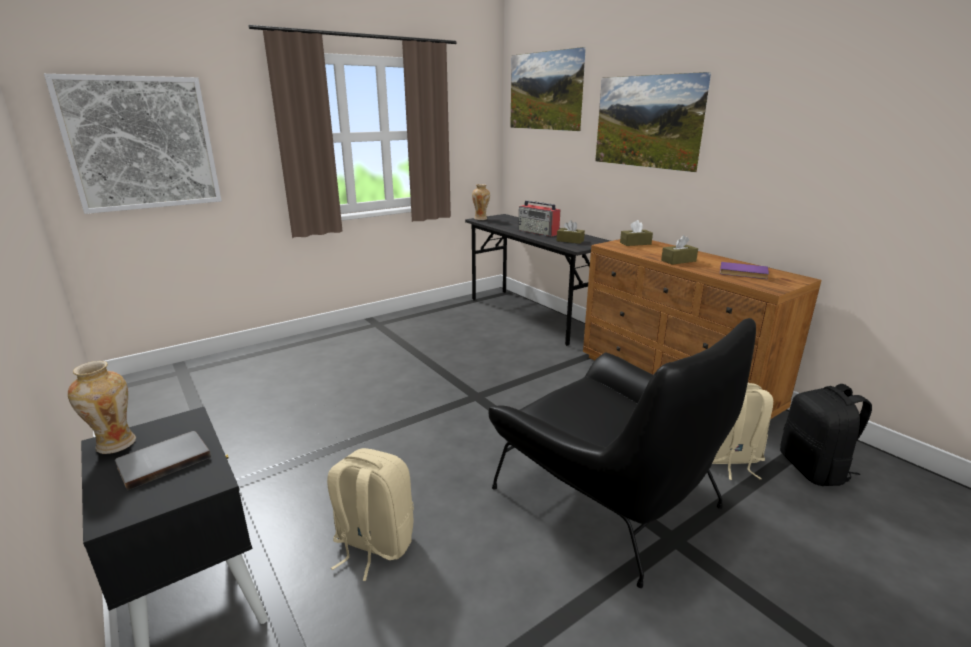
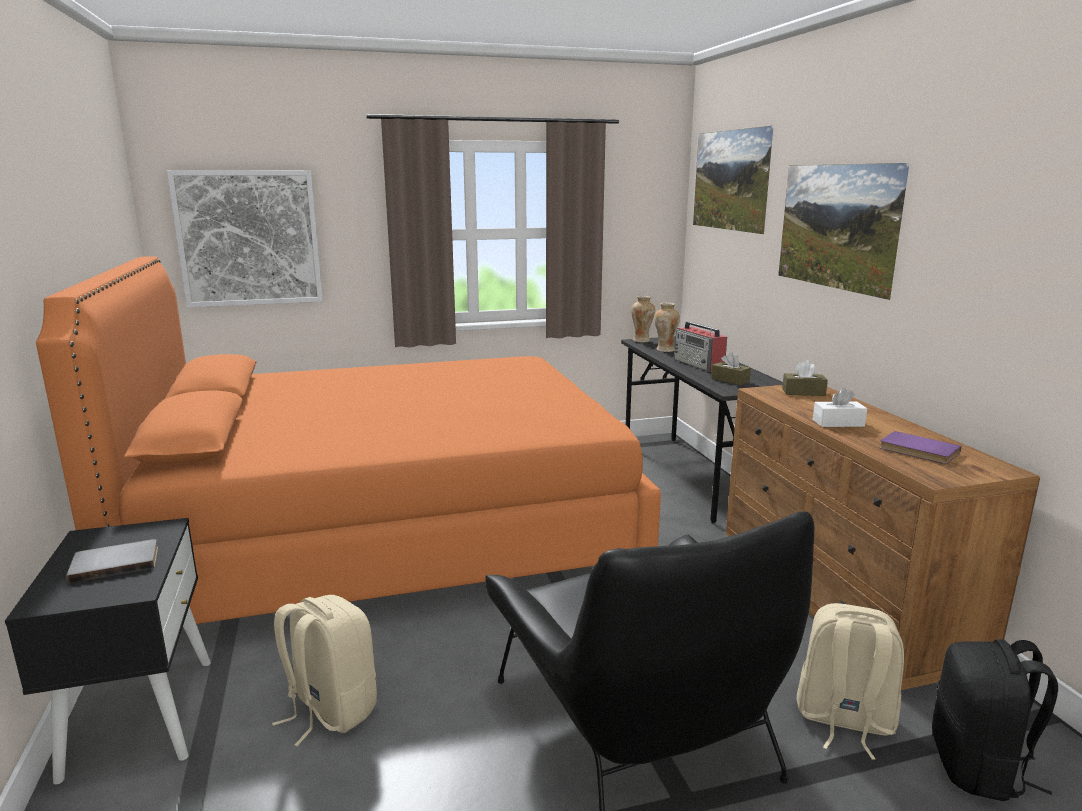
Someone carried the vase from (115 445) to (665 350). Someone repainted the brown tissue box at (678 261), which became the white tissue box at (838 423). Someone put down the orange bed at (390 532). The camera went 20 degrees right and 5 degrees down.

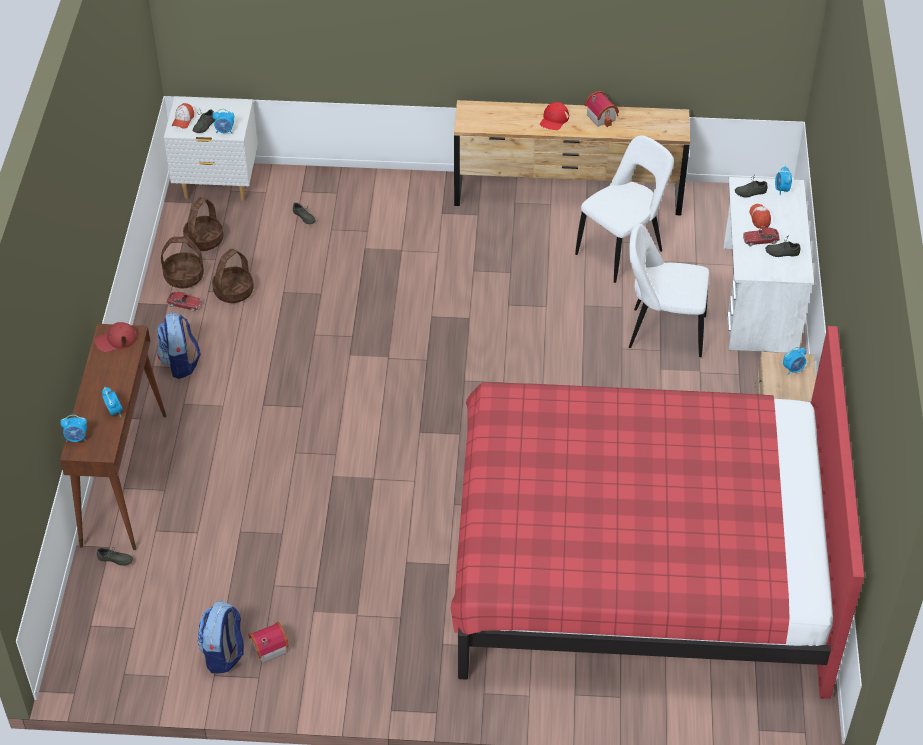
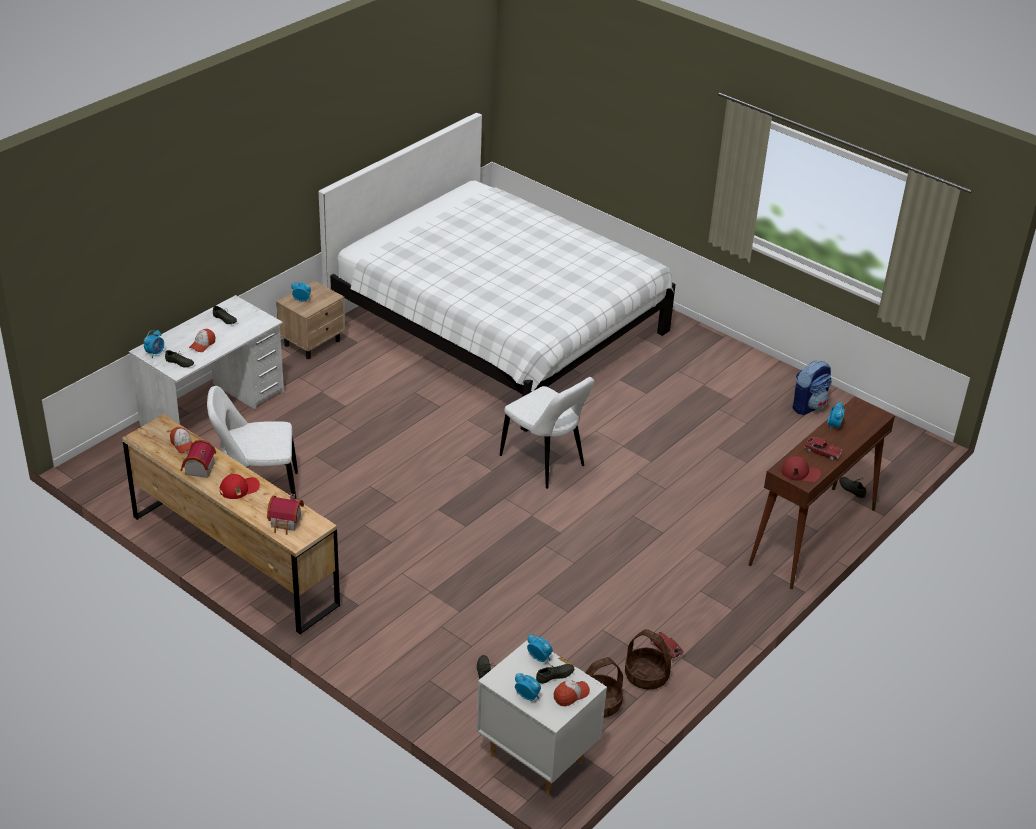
Someone carried the alarm clock from (77 438) to (527 696). Someone took away the backpack at (180 363). Someone took away the basket at (233 291). Someone carried the toy house from (267 647) to (286 522). Someone repainted the red bed at (640 560), which became the white bed at (498 326). Someone carried the white chair from (662 332) to (545 463). Someone carried the toy car from (760 240) to (822 452). Someone put down the cap at (182 444). The camera went 145 degrees left and 10 degrees down.

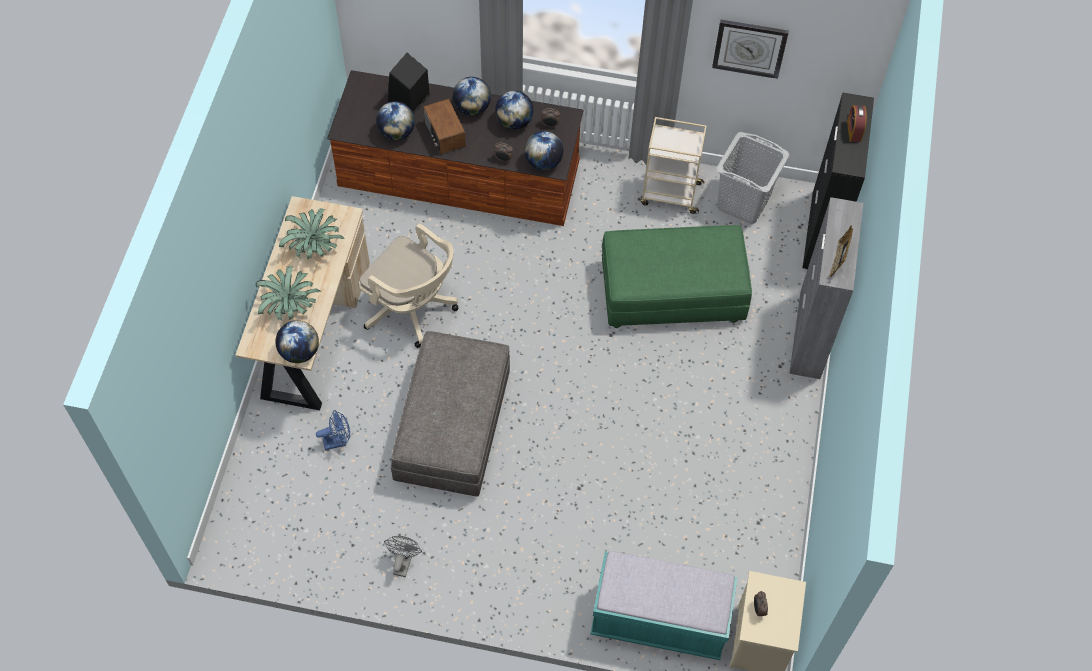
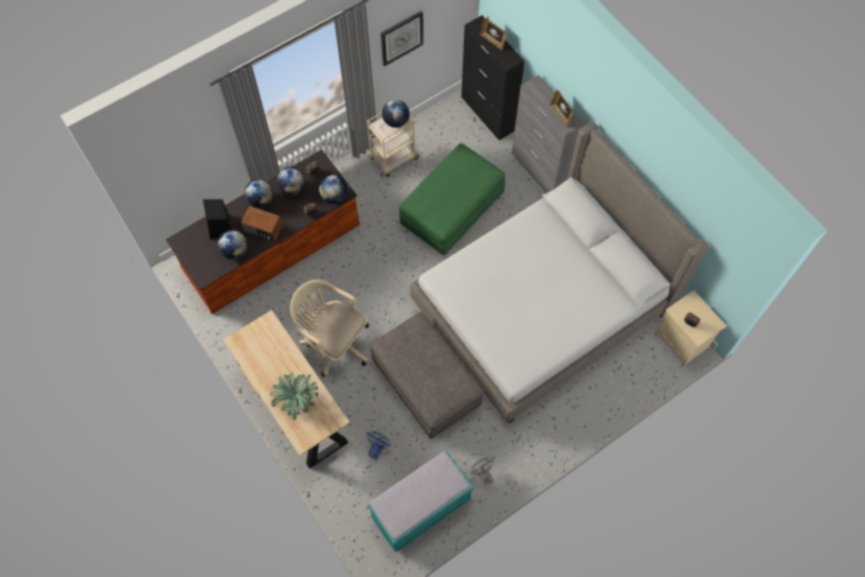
Someone carried the globe from (299 352) to (396 121). Someone took away the potted plant at (314 246). Someone rotated the beige office chair at (413 309) by 135 degrees counterclockwise. Someone carried the turquoise bench from (659 621) to (421 508). Someone took away the grey laundry basket at (742 203). Someone swapped the alarm clock at (854 131) for the picture frame at (492 40). Someone put down the bed at (541 305). The camera went 45 degrees left and 5 degrees up.

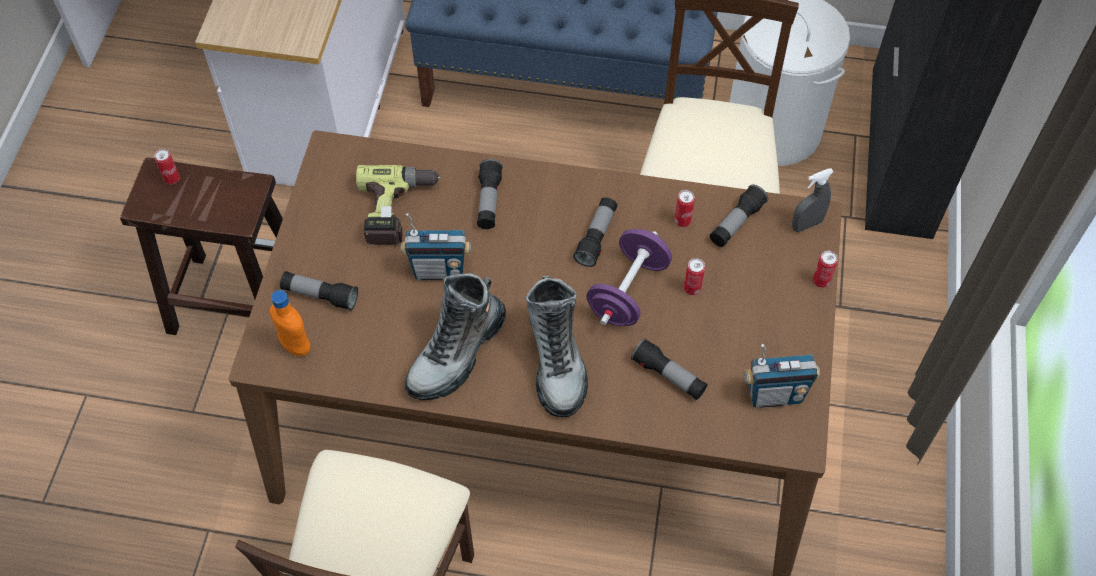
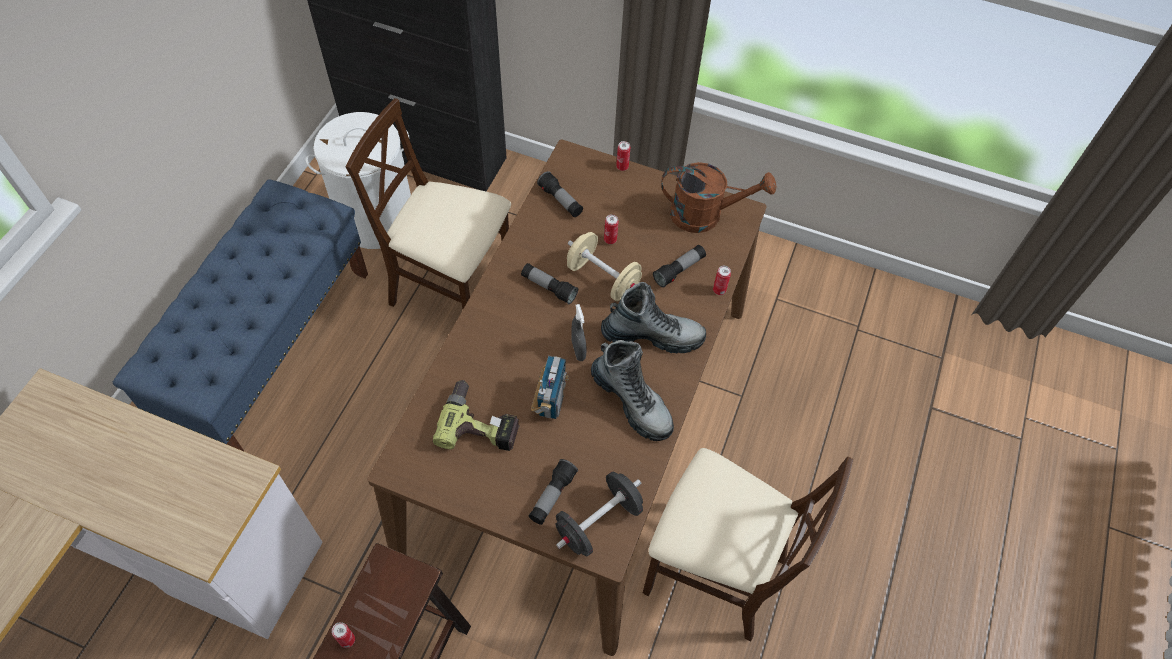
Someone swapped the orange bottle at (295 346) for the black dumbbell at (598 522). Someone took away the flashlight at (488 201). Someone repainted the purple dumbbell at (628 292), which became the beige dumbbell at (603 278). Someone carried the can from (682 221) to (719 290). Someone swapped the radio at (774 395) for the brown watering can at (705 215). Someone carried the grey spray bottle from (806 224) to (578 350). The camera went 80 degrees left and 0 degrees up.

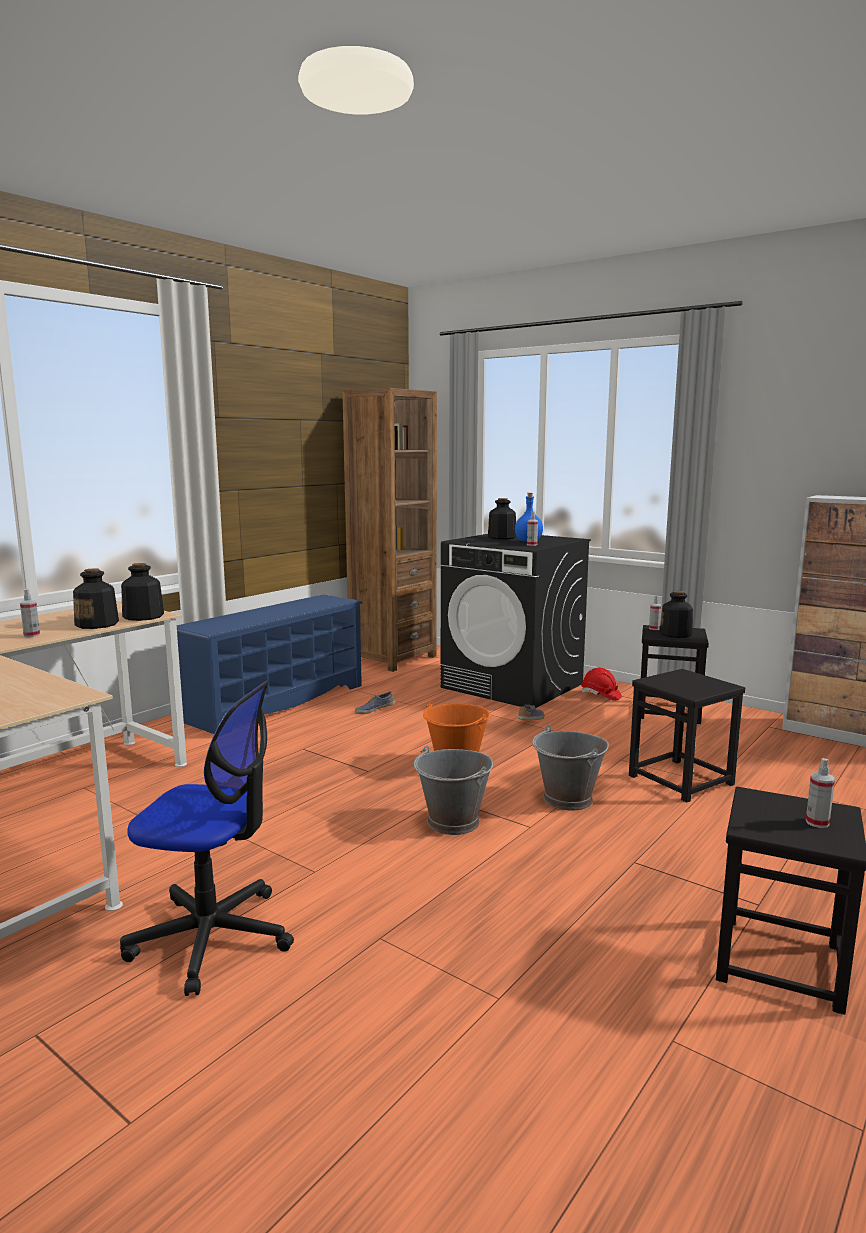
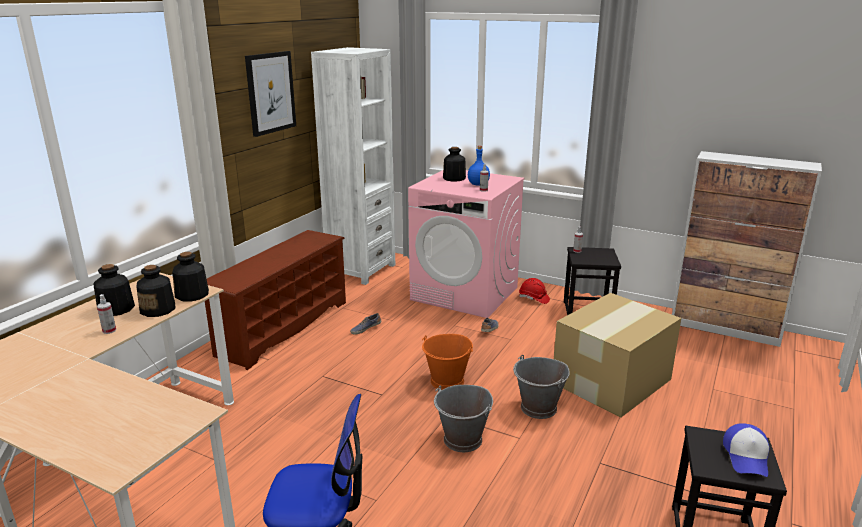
Someone repainted the blue shoe rack at (276 703), which became the brown shoe rack at (283 327). Someone repainted the brown bookcase at (393 659), which became the white bookcase at (361 270). Someone repainted the black washing machine at (513 686), which became the pink washing machine at (465 293). Someone swapped the black stool at (681 780) for the cardboard box at (613 380). Someone carried the bottle from (675 634) to (116 309). Someone swapped the spray bottle at (817 823) for the cap at (746 457). Someone put up the picture at (270 93). The camera went 10 degrees left and 10 degrees up.

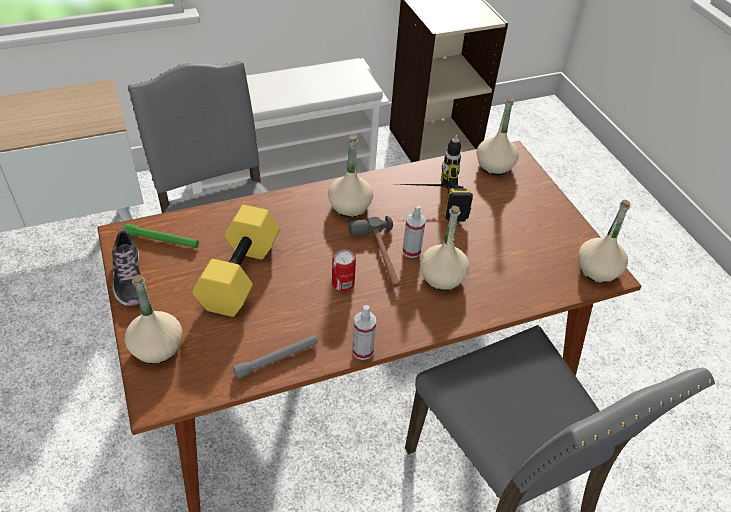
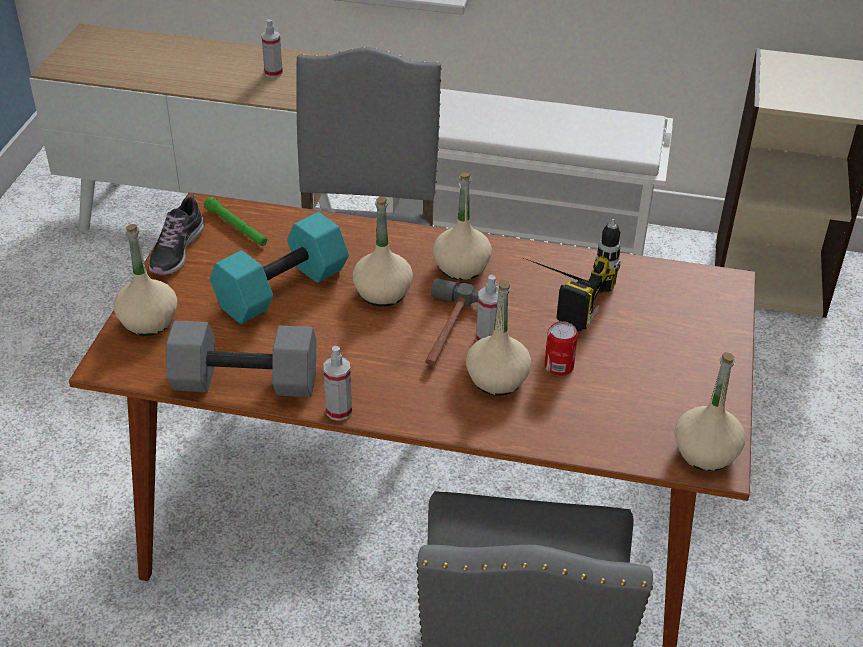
Someone repainted the yellow dumbbell at (241 276), which became the turquoise dumbbell at (282 290). Someone swapped the grey flashlight at (276 359) for the grey dumbbell at (247 380). Someone carried the can from (343 283) to (559 366). Someone carried the beige bottle from (494 166) to (382 293). Someone put down the spray bottle at (273 73). The camera went 35 degrees right and 5 degrees down.

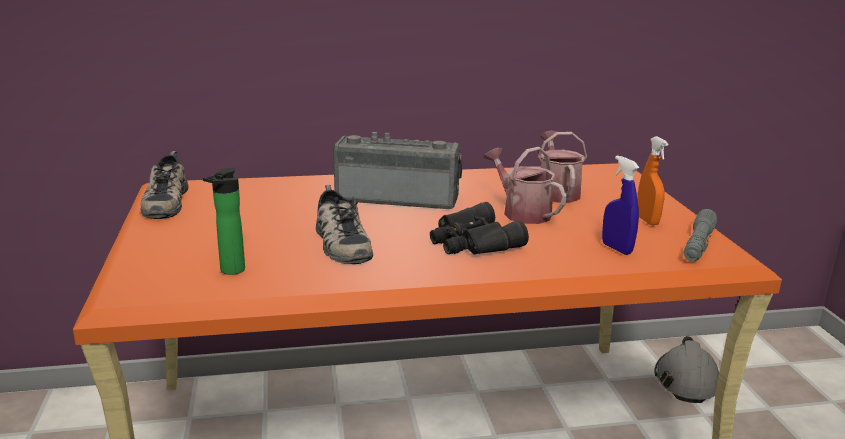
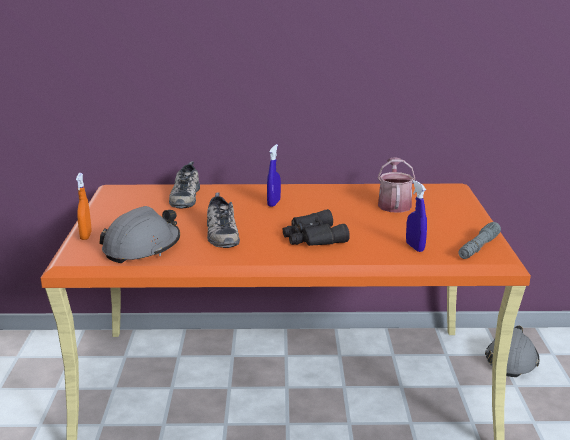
Someone carried the shoe from (164 201) to (184 196). Someone swapped the bottle at (229 271) for the grey hard hat at (142 248). Someone swapped the radio at (398 197) for the blue spray bottle at (273 203). Someone took away the watering can at (522 212). Someone carried the orange spray bottle from (647 220) to (86 236). The camera went 10 degrees right and 0 degrees up.

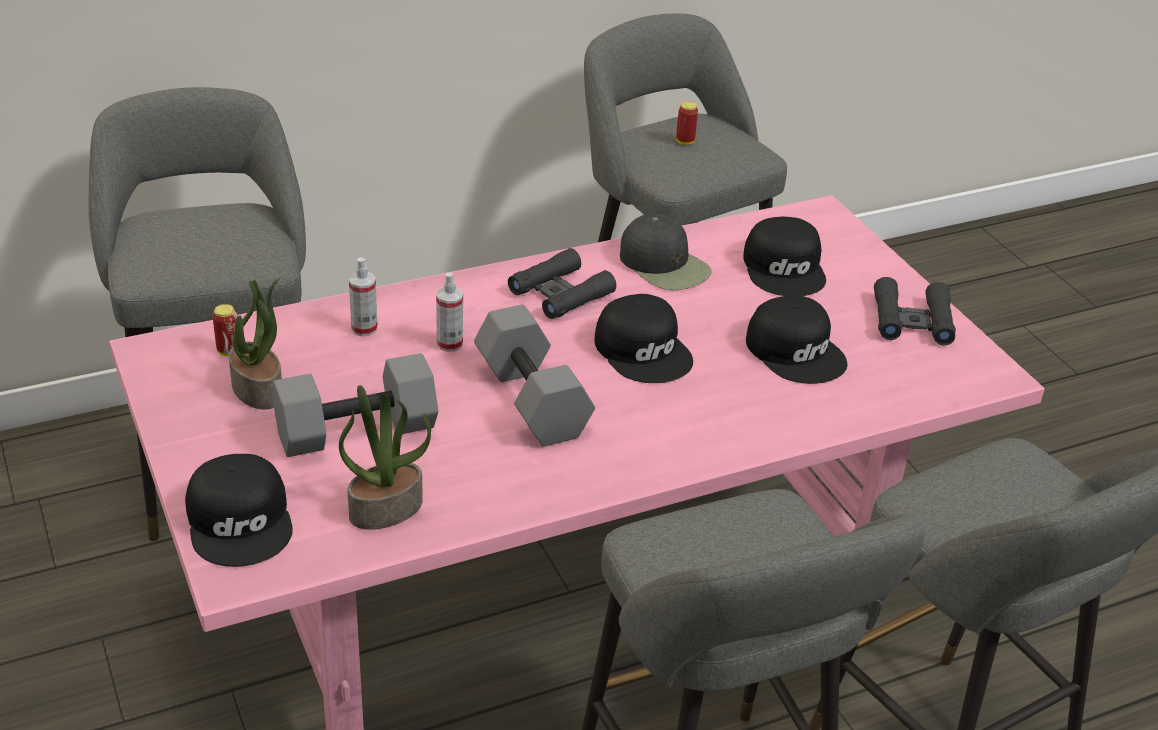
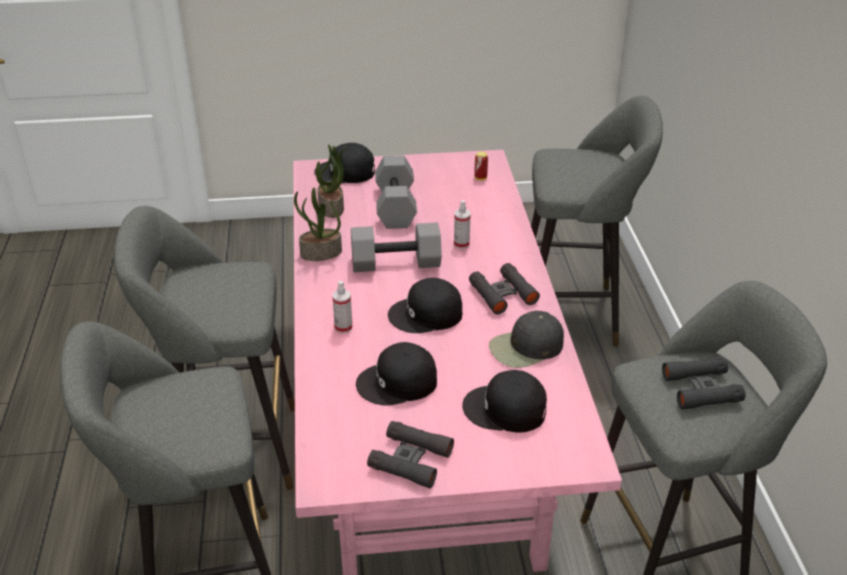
Someone carried the potted plant from (259 389) to (320 253). Someone carried the spray bottle from (364 329) to (343 327). Someone swapped the can at (685 142) for the black binoculars at (701 389). The camera went 110 degrees right and 0 degrees up.

